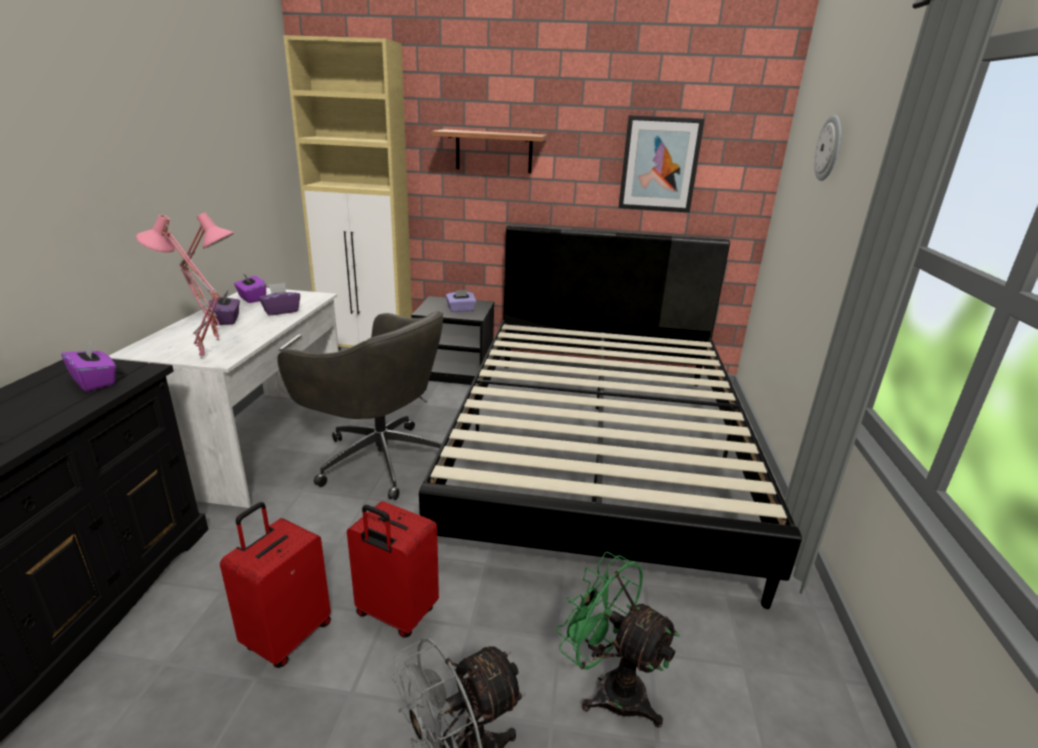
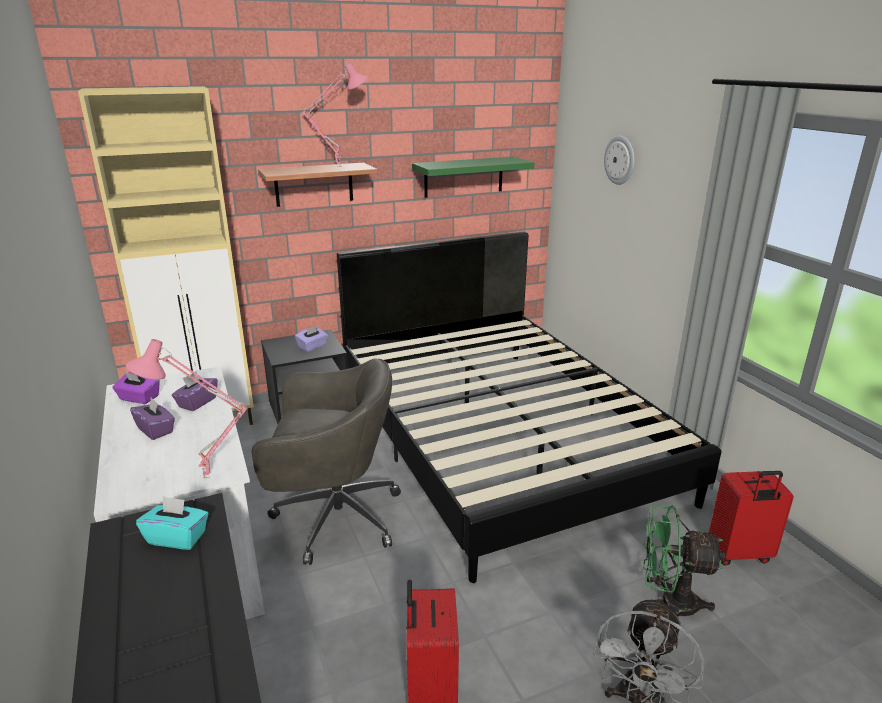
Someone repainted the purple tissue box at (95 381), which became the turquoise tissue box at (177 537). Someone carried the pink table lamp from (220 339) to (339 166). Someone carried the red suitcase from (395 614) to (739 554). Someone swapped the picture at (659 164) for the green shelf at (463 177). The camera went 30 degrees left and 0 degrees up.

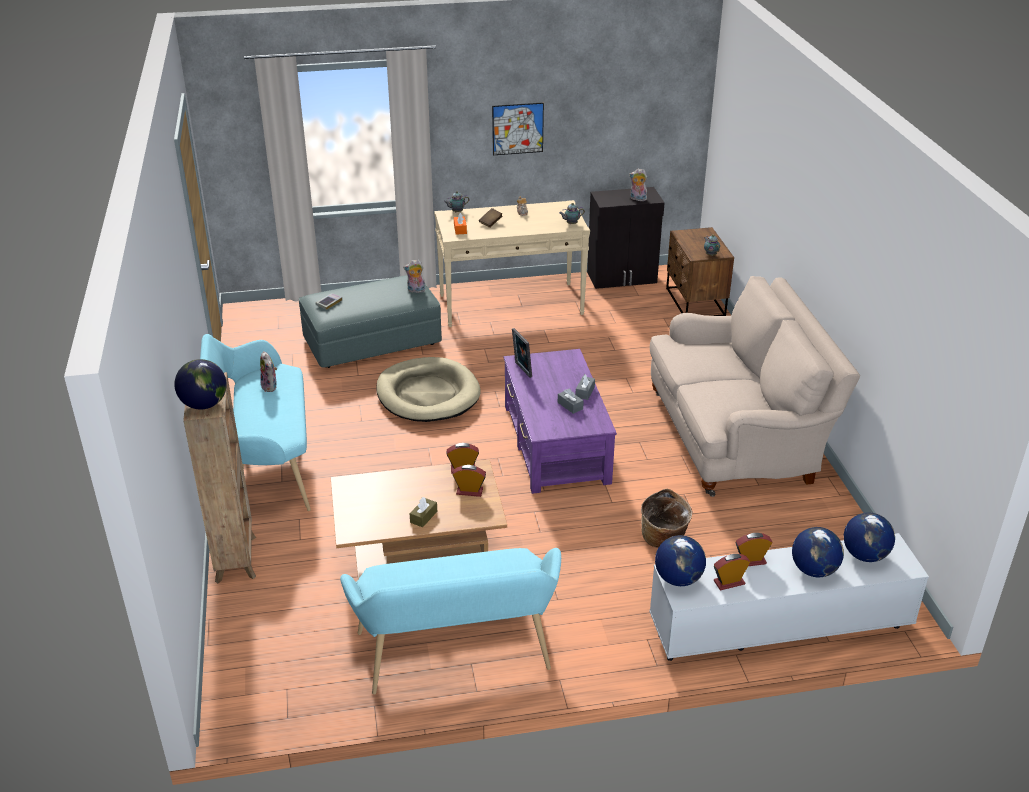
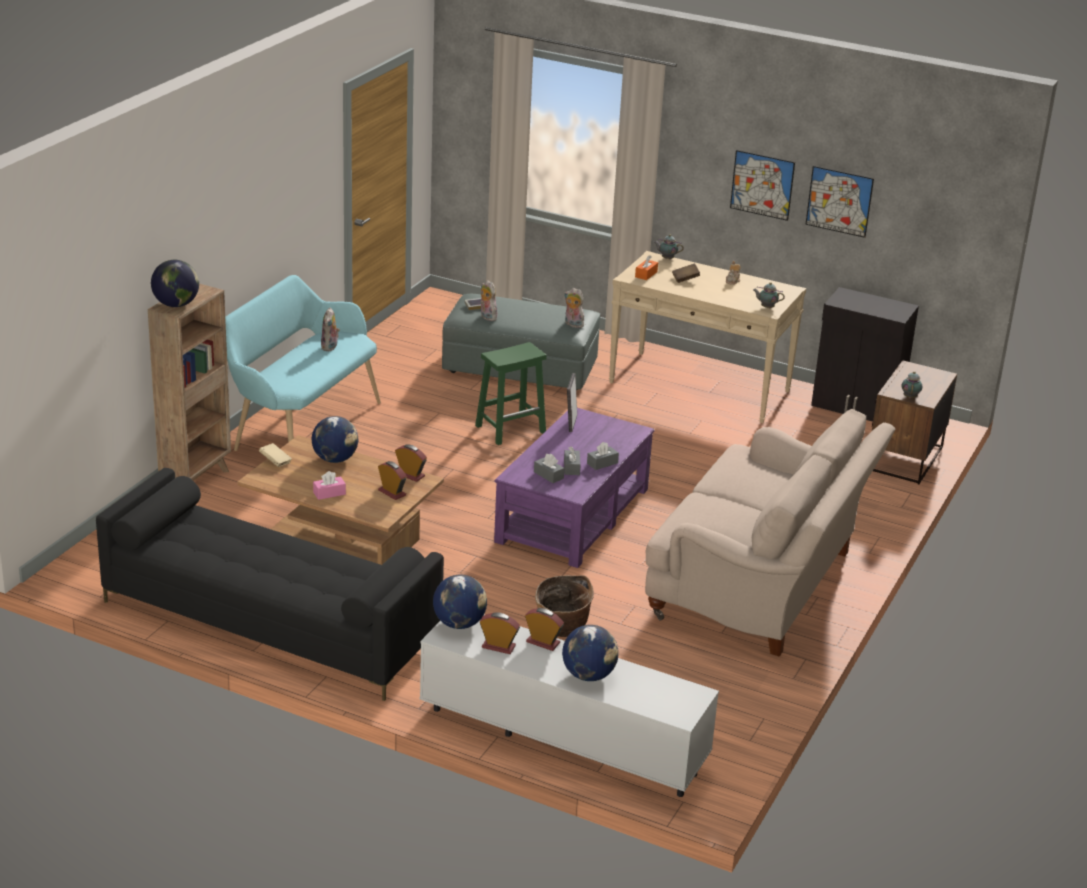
Someone swapped the turquoise bench at (457 657) for the black sofa at (269 622). Someone swapped the beige dog bed at (428 394) for the green stool at (511 428). Someone repainted the brown tissue box at (423 517), which became the pink tissue box at (329 493). Someone carried the plush toy from (637 199) to (487 317). Someone carried the globe from (865 555) to (335 459). Someone put down the beige book at (275 462). Someone put down the grey tissue box at (548 475). Someone put up the picture at (839 201). The camera went 35 degrees right and 5 degrees down.

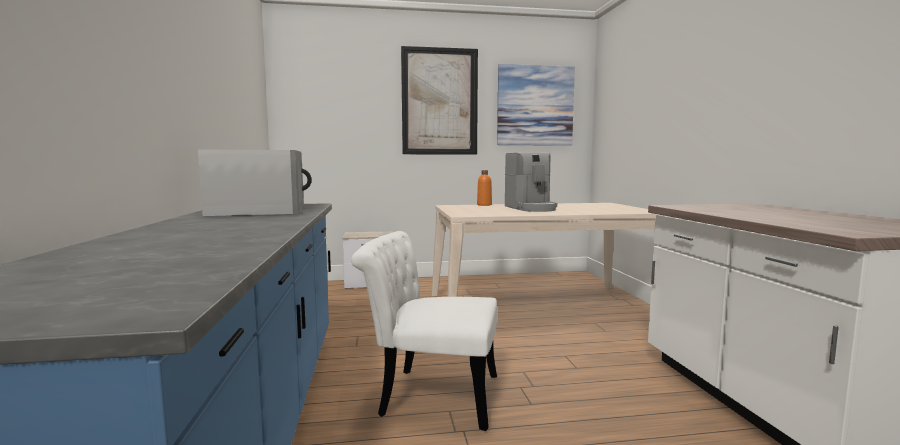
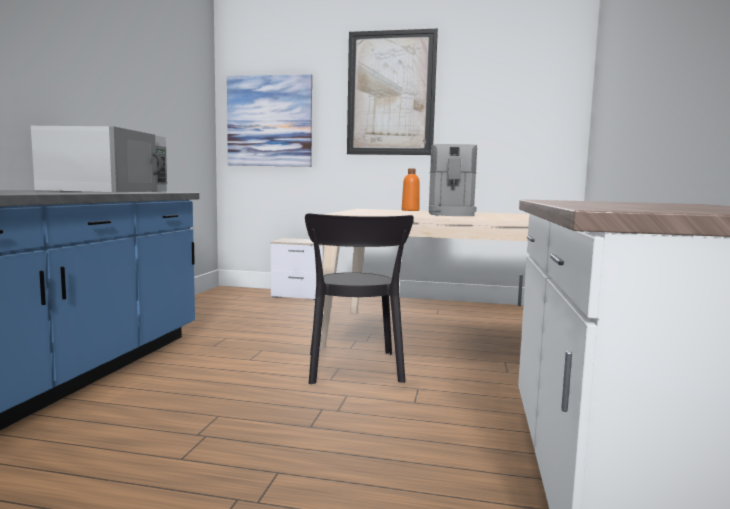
Someone took away the white chair at (429 395). Someone carried the picture from (535 106) to (269 121). Someone put down the black chair at (354 369). The camera went 20 degrees right and 0 degrees up.

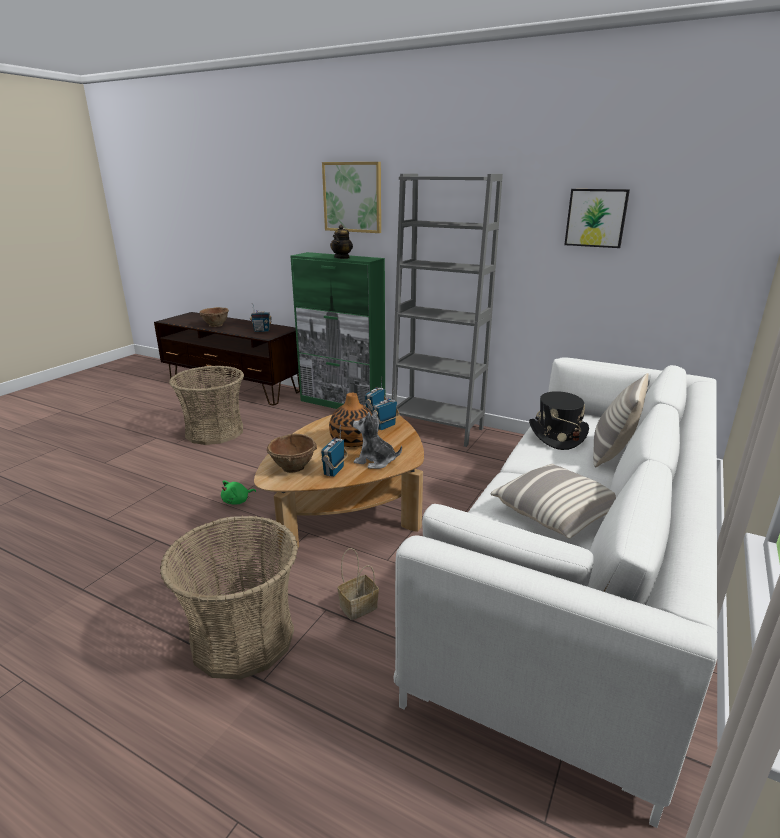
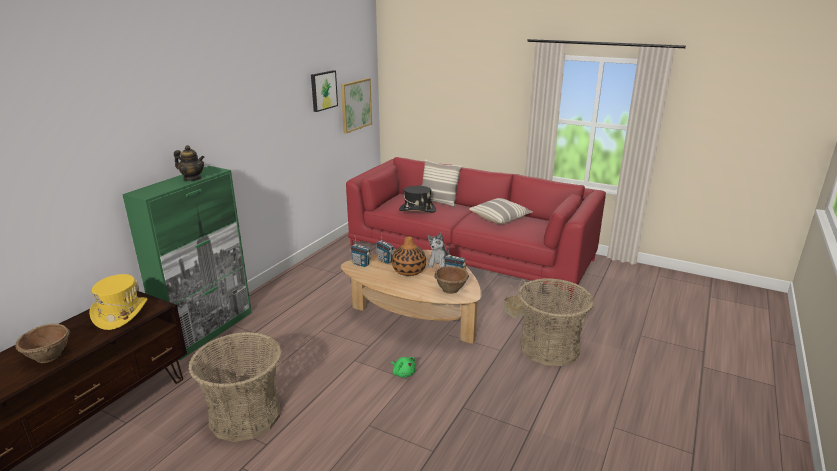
Someone swapped the radio at (262 330) for the yellow hat at (120 313). Someone carried the picture from (352 197) to (355 105). Someone took away the grey bookcase at (437 429). Someone repainted the white sofa at (579 567), which became the red sofa at (469 254). The camera went 90 degrees left and 0 degrees up.

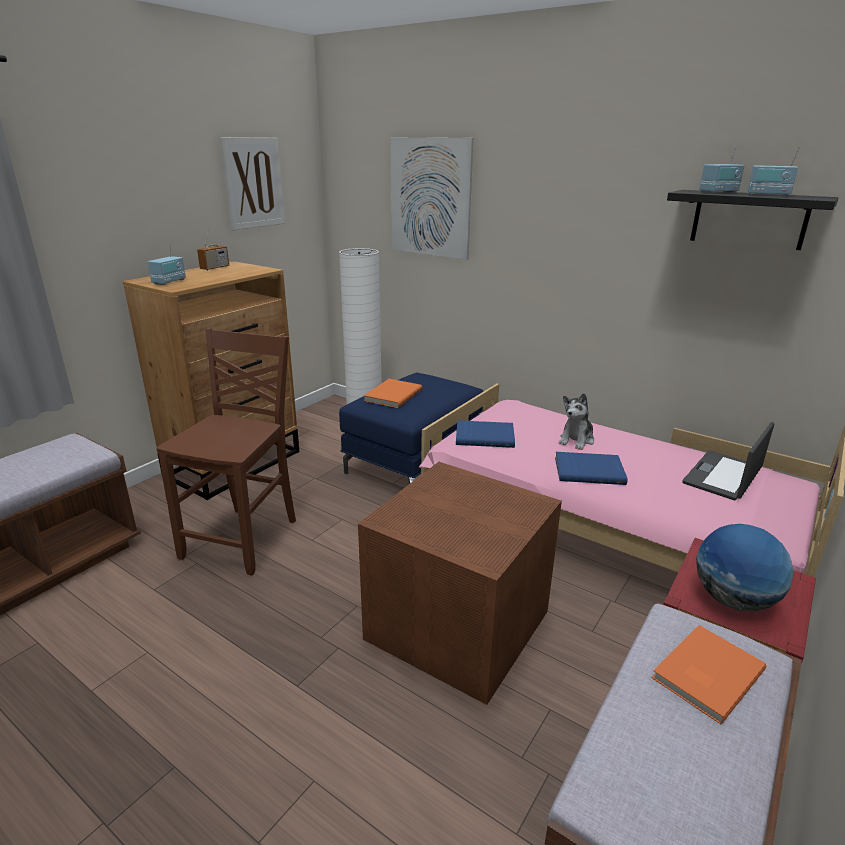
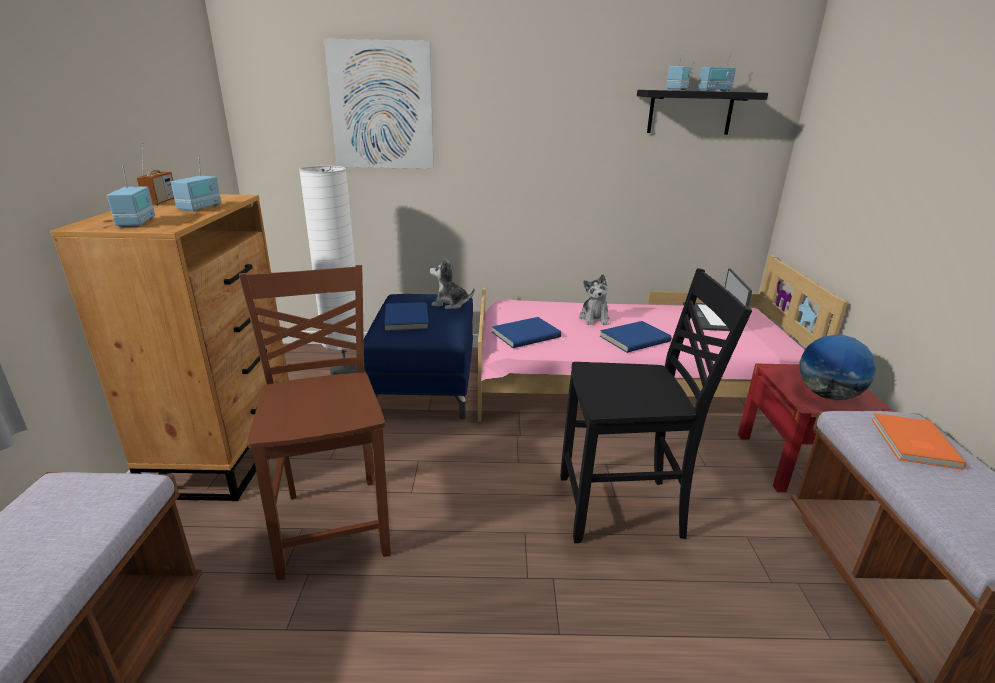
Someone took away the picture at (253 183). Someone swapped the brown storage box at (458 627) for the black chair at (622 508). Someone repainted the orange book at (392 395), which became the blue book at (405 319). Someone put down the radio at (200 208). Someone put down the plush toy at (450 304). The camera went 35 degrees left and 0 degrees up.

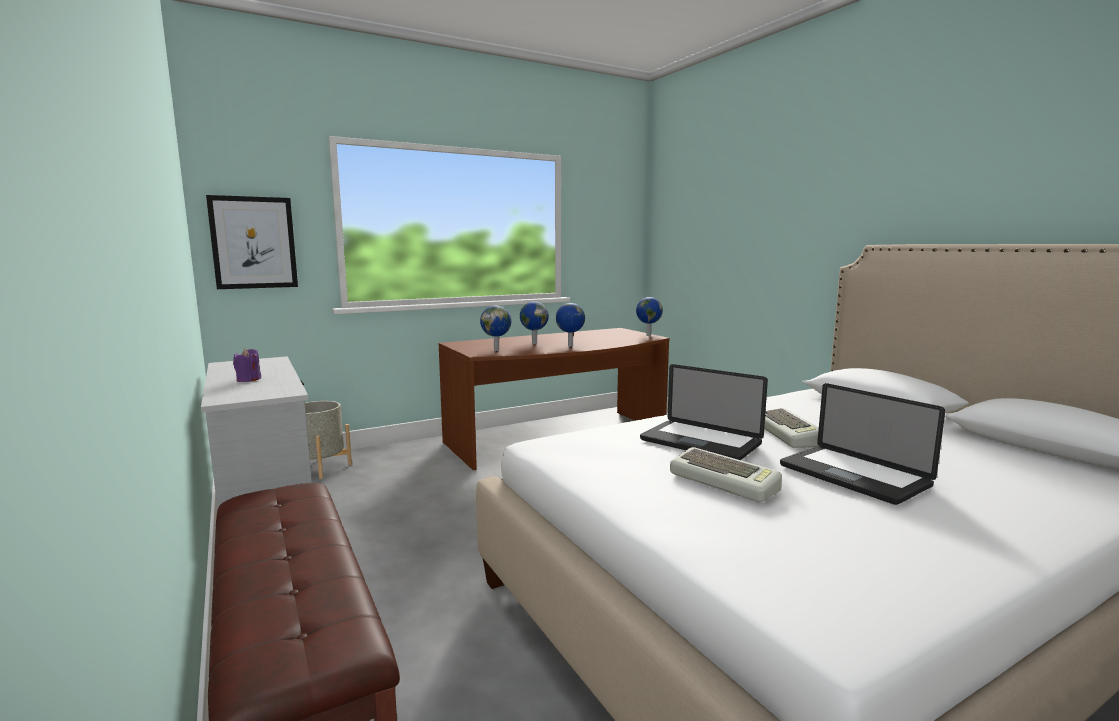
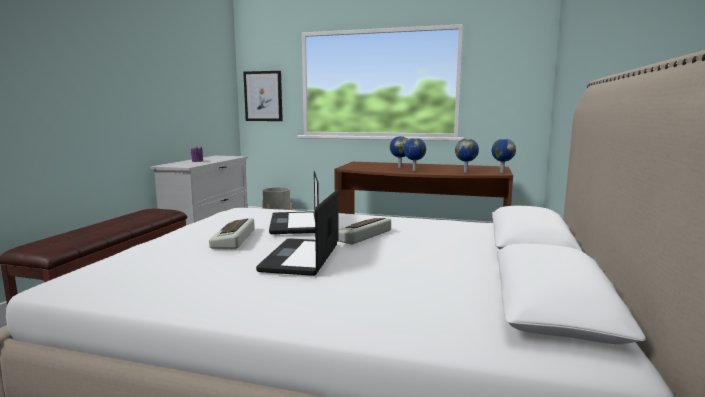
Someone carried the globe from (496 350) to (466 172). The camera went 45 degrees right and 0 degrees up.

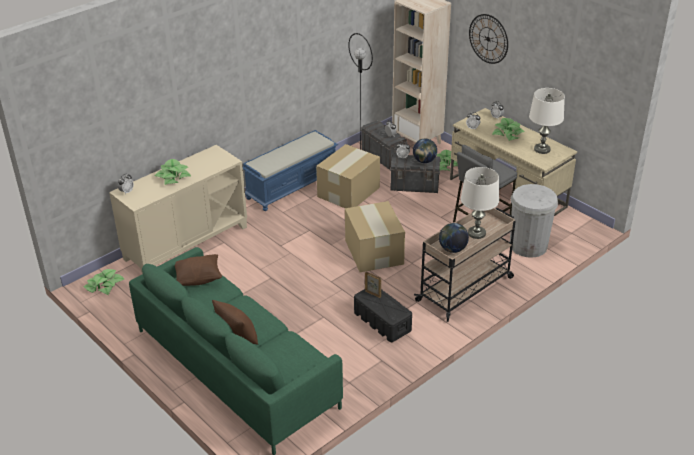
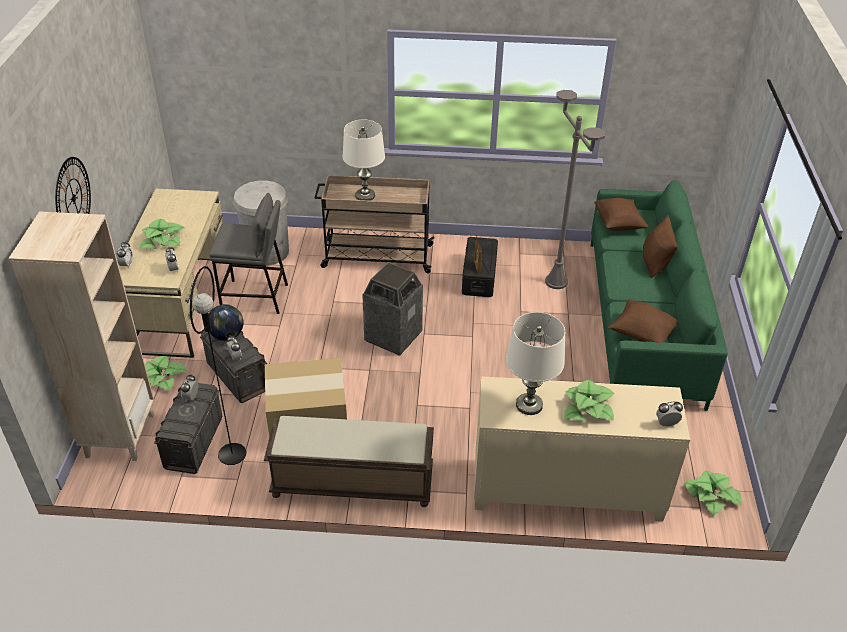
Someone repainted the blue bench at (292 186), which became the brown bench at (351 483). Someone swapped the cardboard box at (374 251) for the trash can at (393 336). Someone took away the globe at (452 249). Someone carried the white table lamp from (542 149) to (529 405). Someone put down the grey floor lamp at (556 281). Someone put down the brown pillow at (618 224). The camera went 135 degrees left and 5 degrees up.

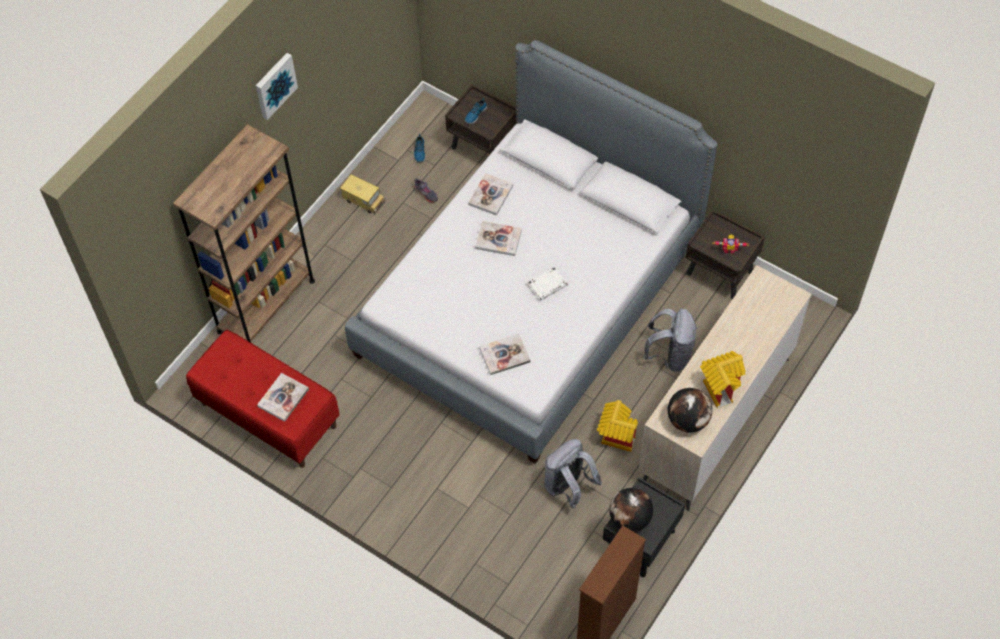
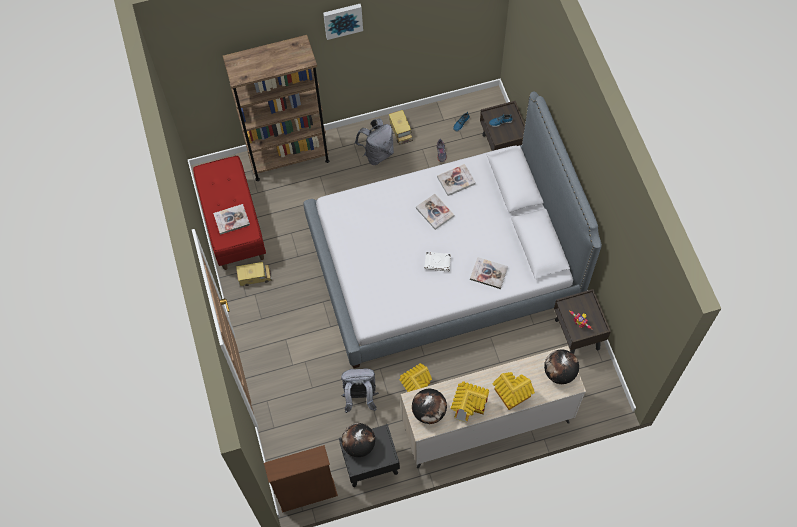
Someone carried the book from (504 355) to (488 273). Someone carried the grey backpack from (670 355) to (377 153). Someone put down the toy truck at (255 277). Someone put down the toy house at (510 397). Someone put down the globe at (559 373). The camera went 40 degrees right and 5 degrees up.

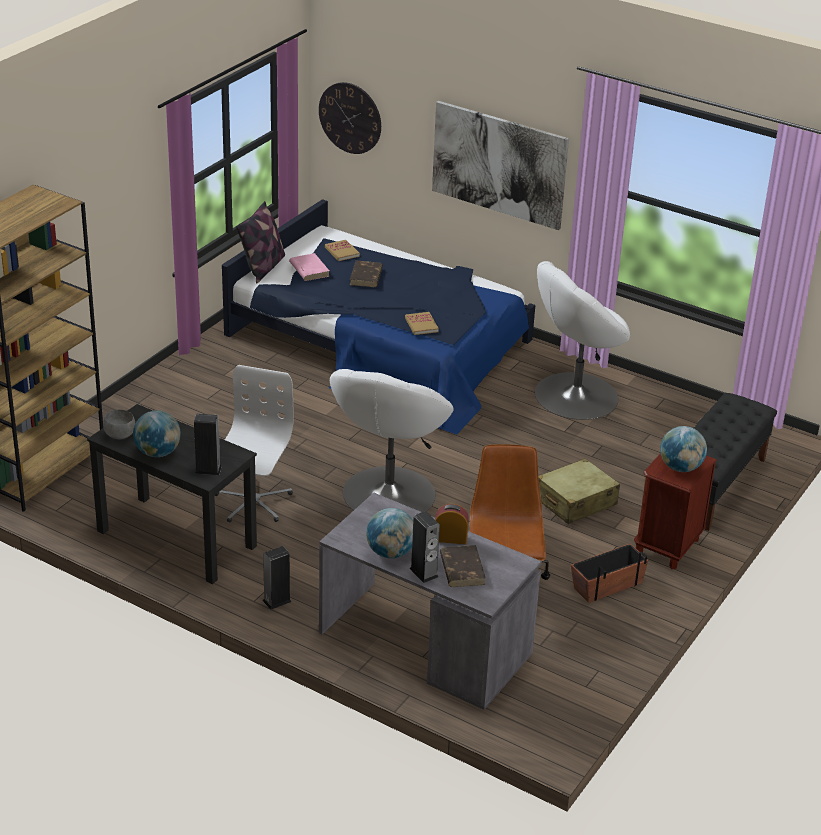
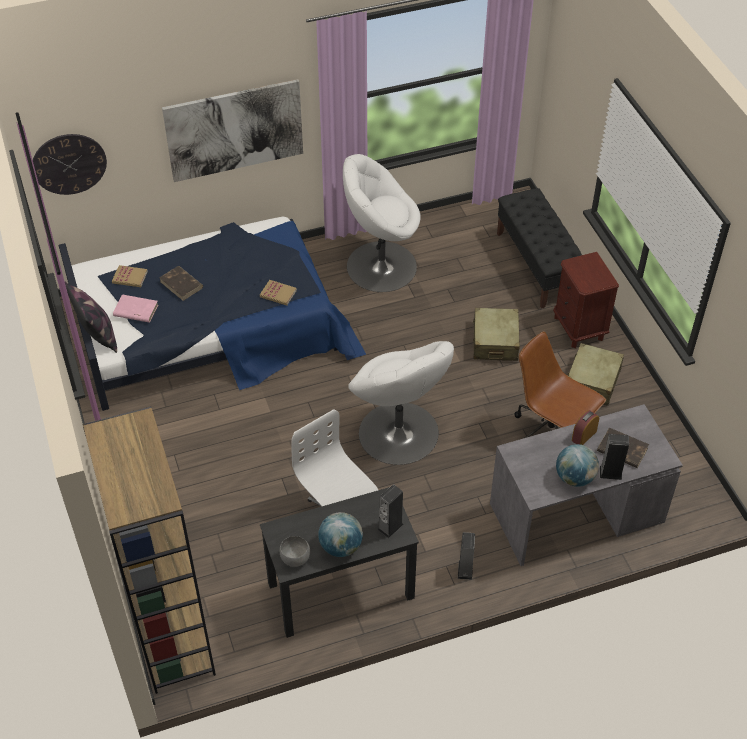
Someone rotated the white armchair at (574 395) by 75 degrees clockwise. Someone swapped the planter at (607 585) for the beige suitcase at (592 381). Someone took away the globe at (680 467). The camera went 50 degrees left and 15 degrees up.

